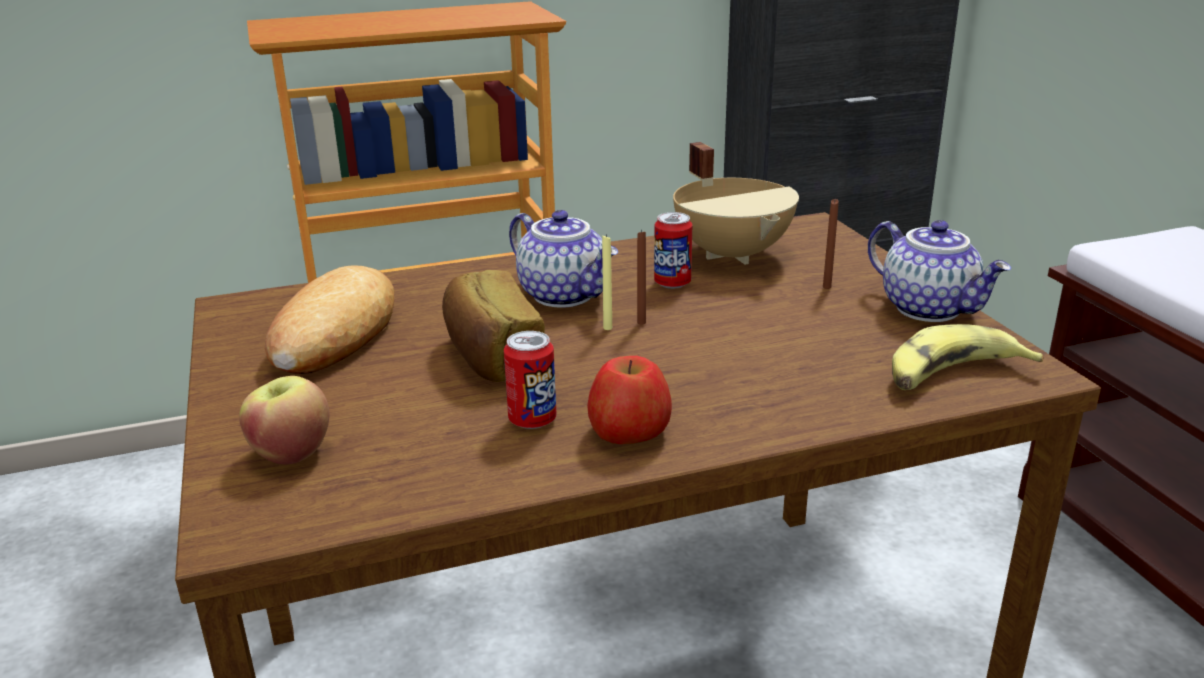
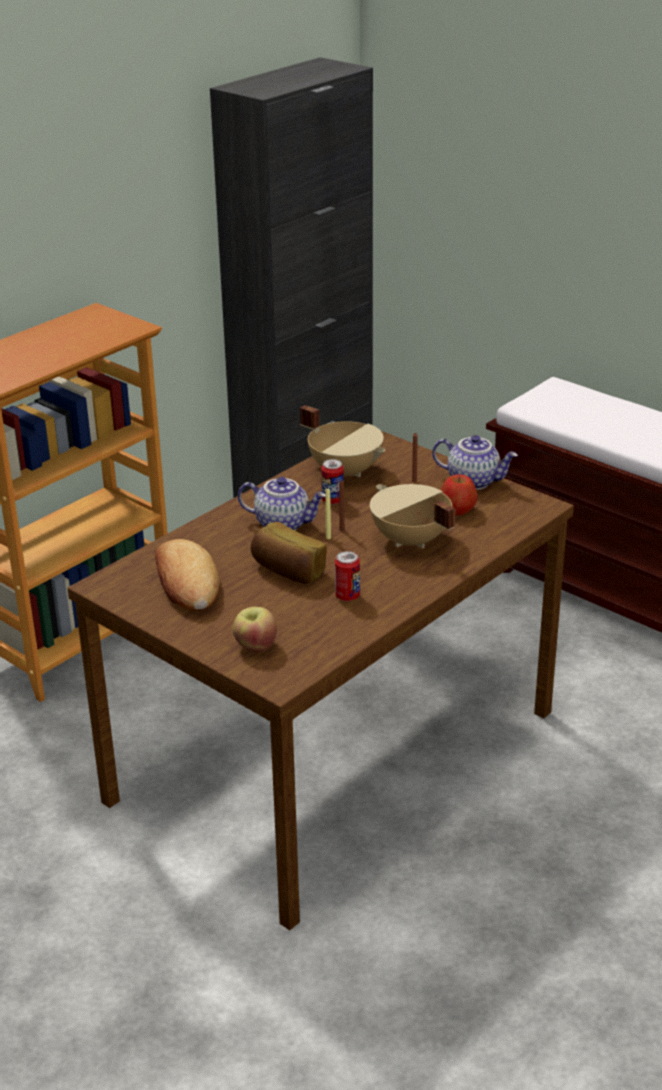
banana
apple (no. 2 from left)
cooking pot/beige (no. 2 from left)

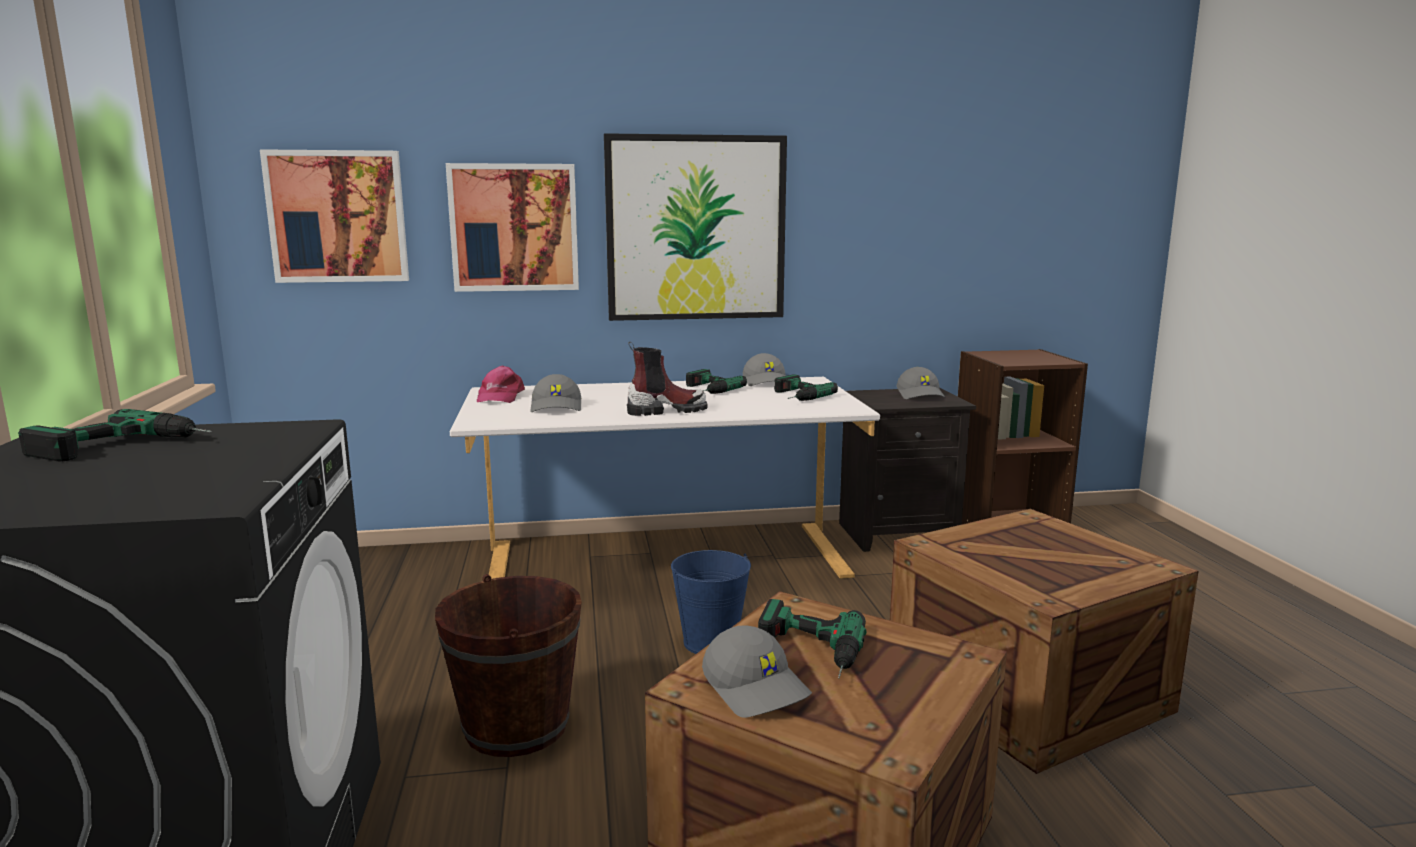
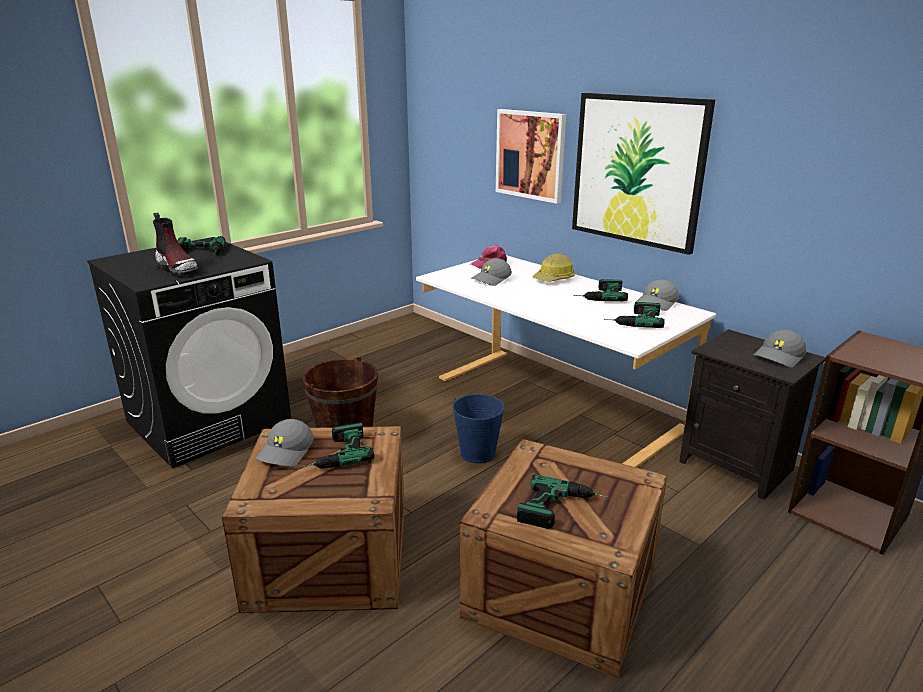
picture (no. 1 from left in the first image)
boot
hard hat
power drill (no. 3 from left)

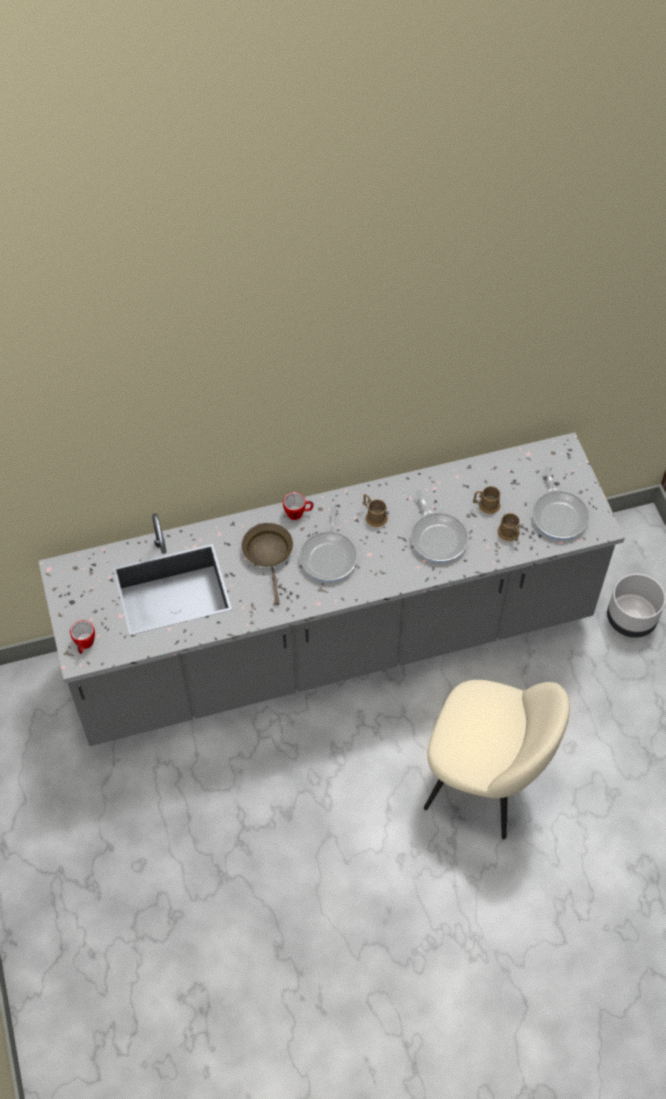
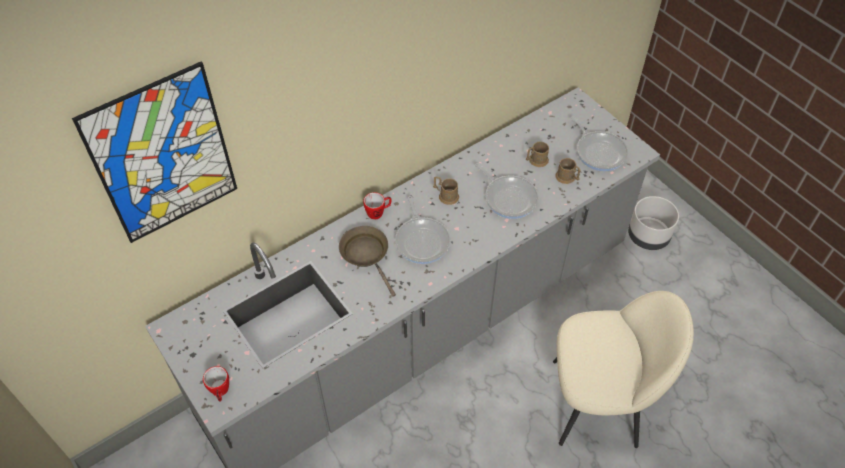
picture

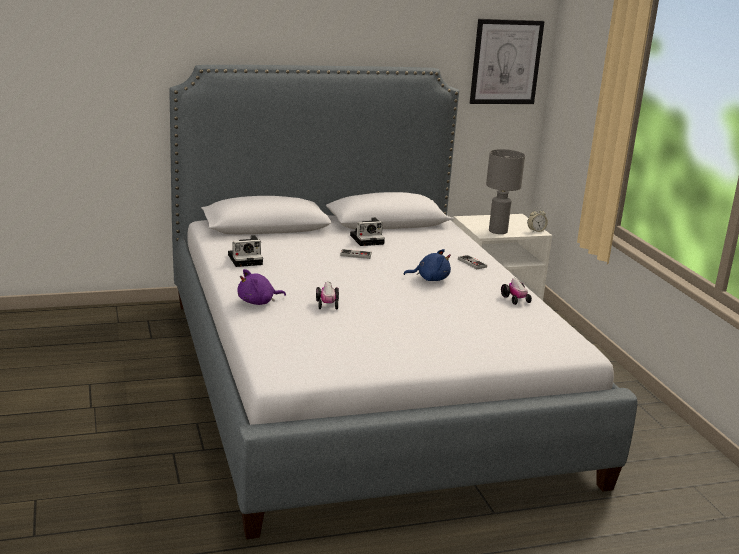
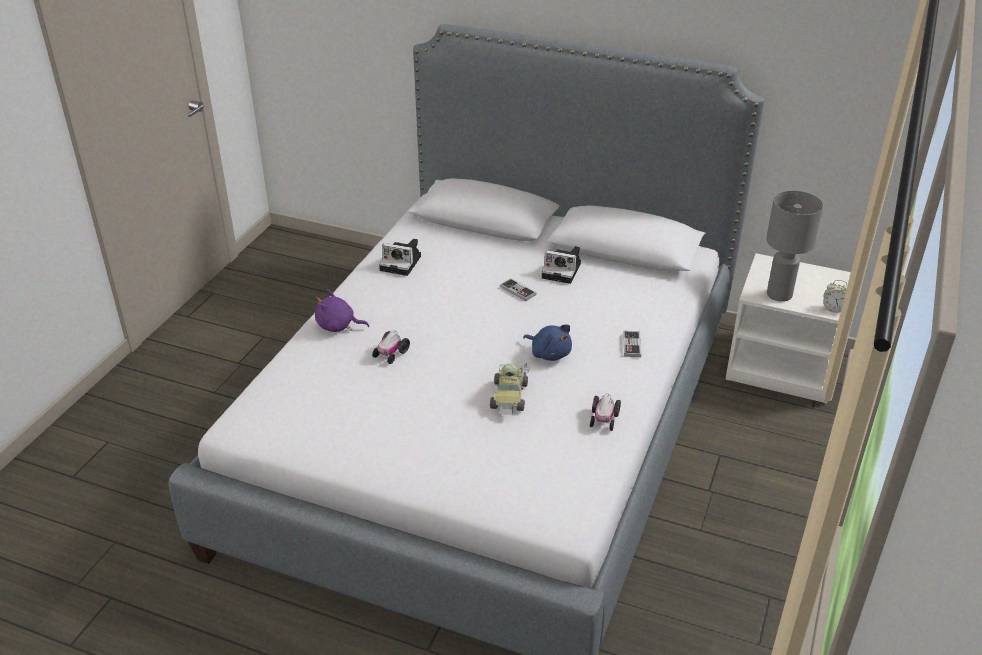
picture
toy car (no. 2 from left)

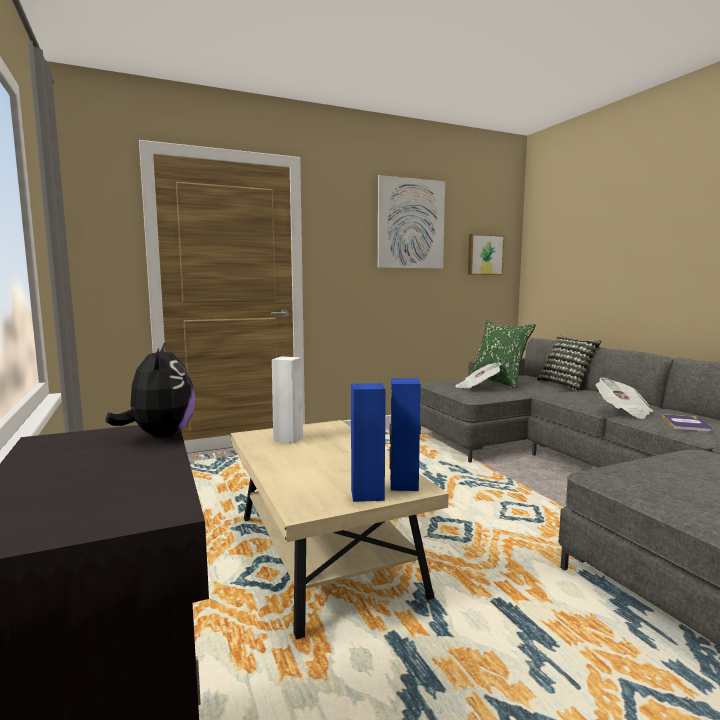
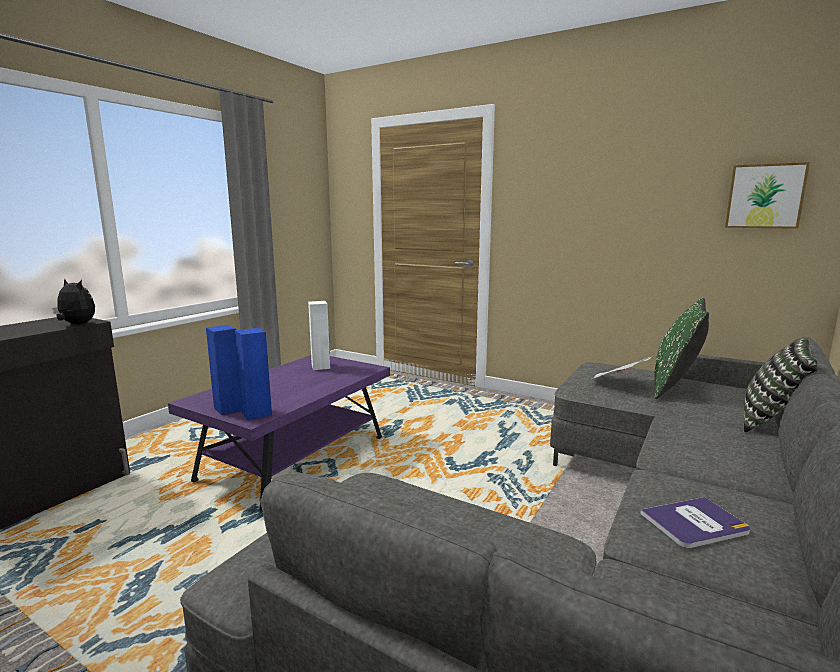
picture (no. 1 from left in the first image)
plush toy
newspaper (no. 2 from left in the first image)
coffee table/purple

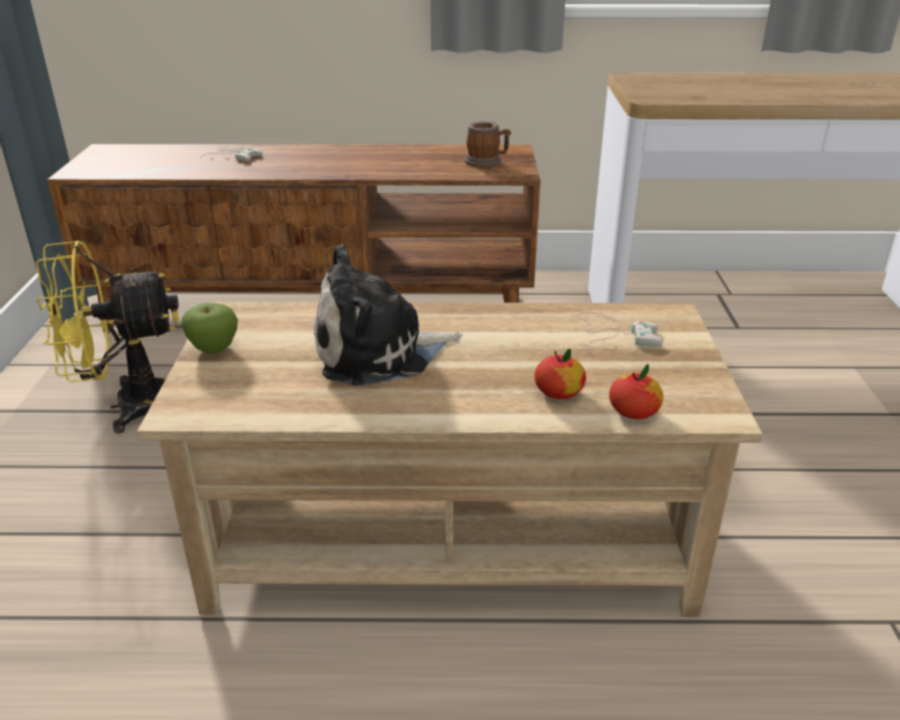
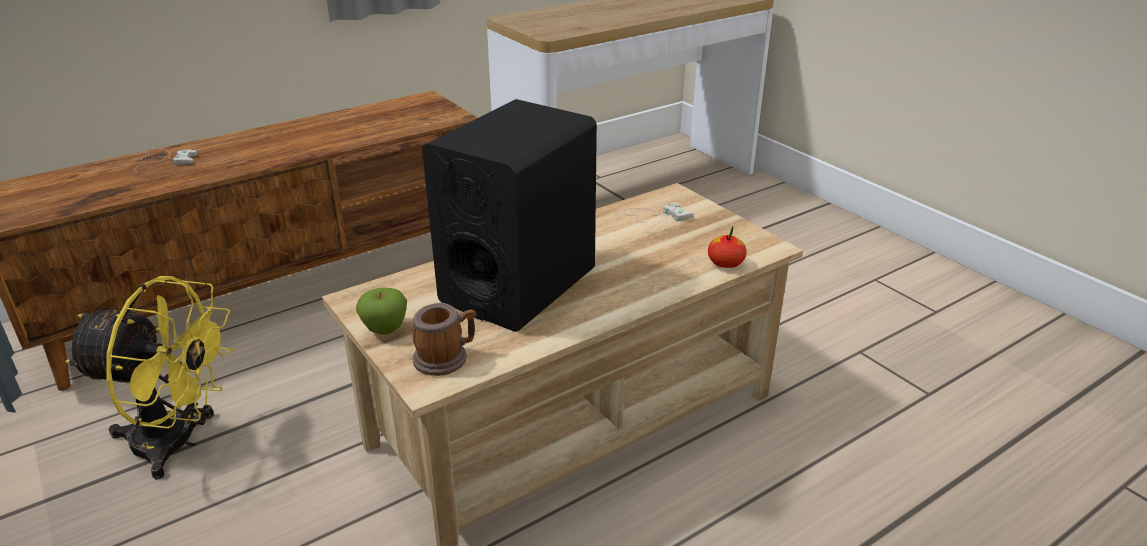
mug
fan/yellow
speaker/black
apple (no. 2 from left in the first image)

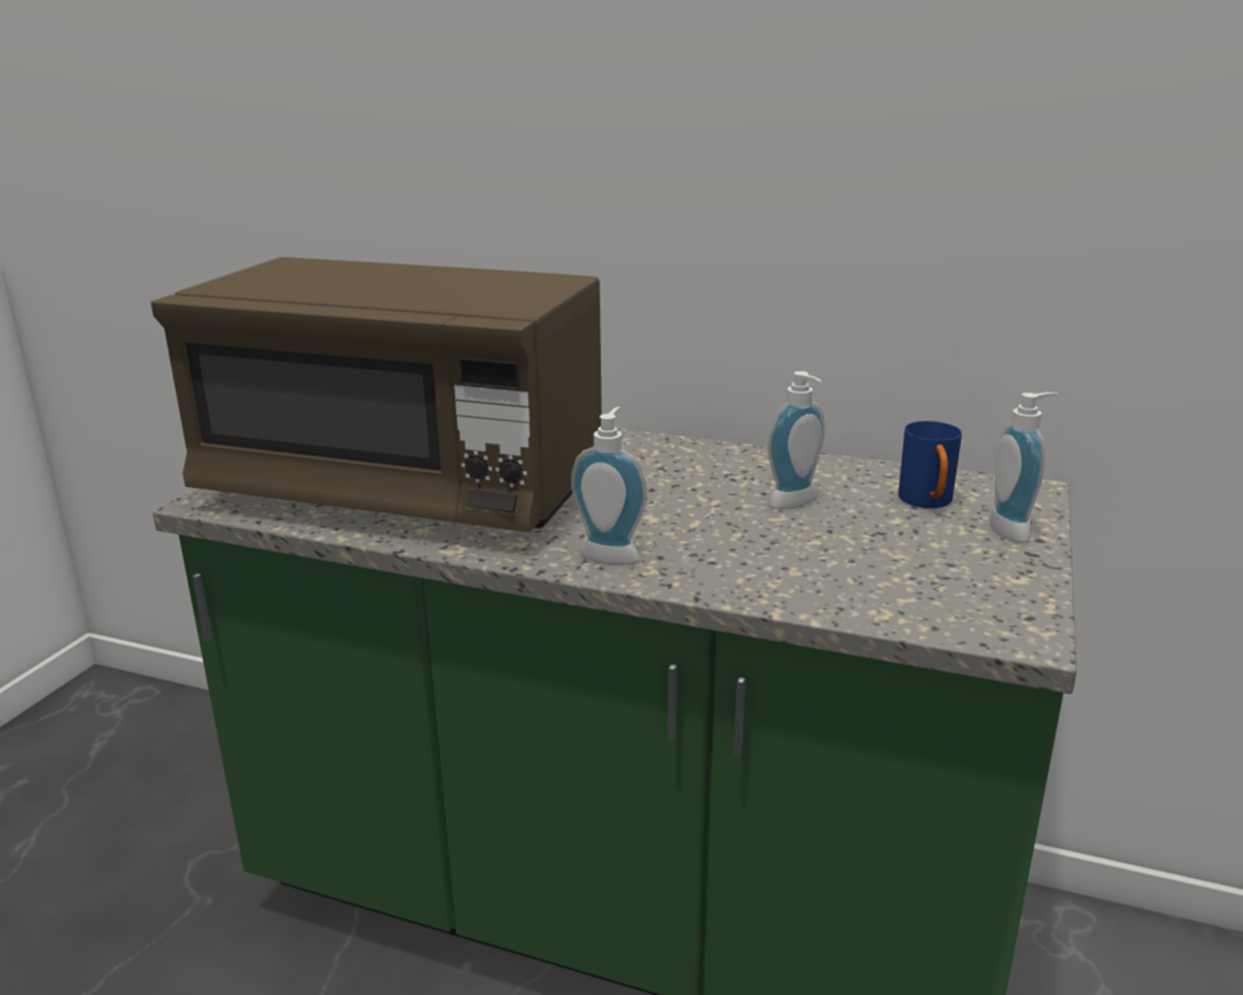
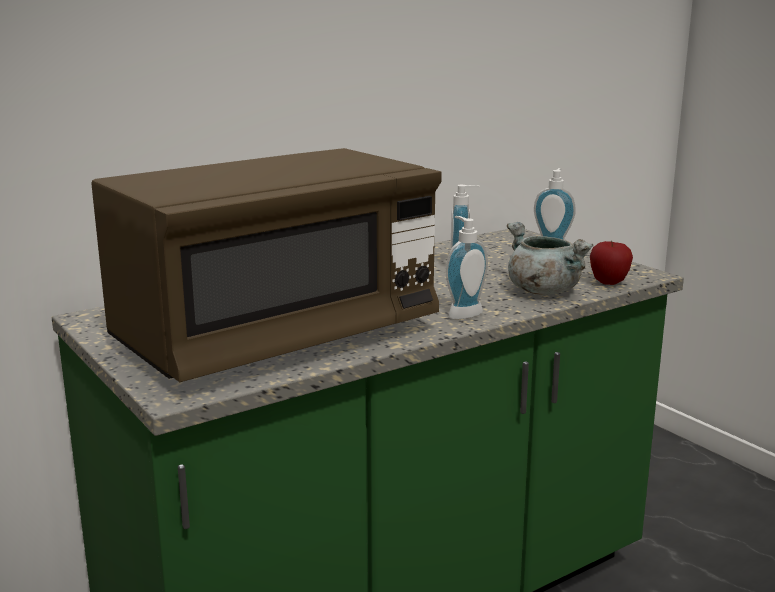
mug/blue
cooking pot/grey
apple

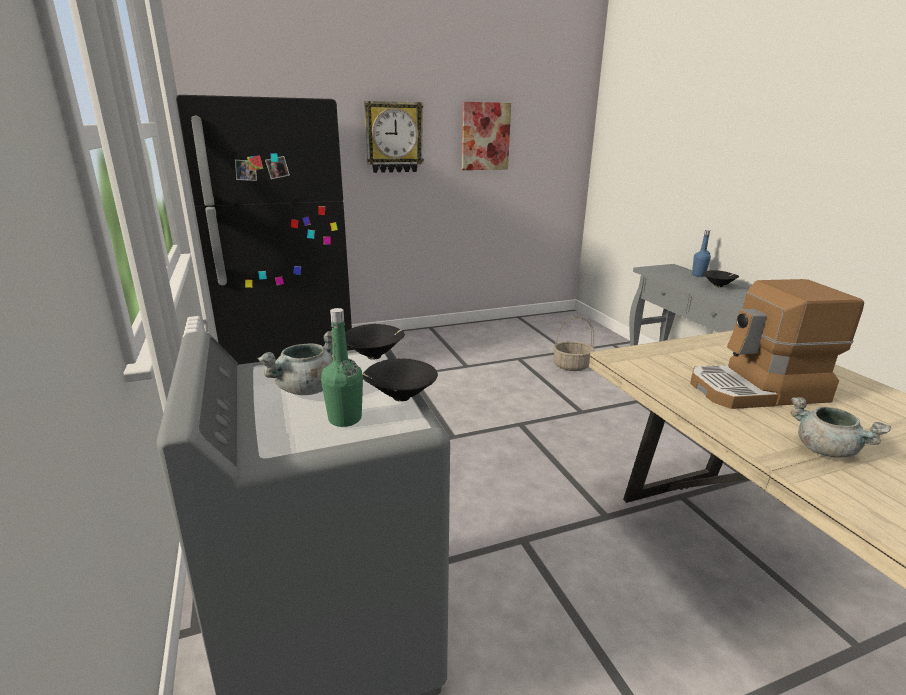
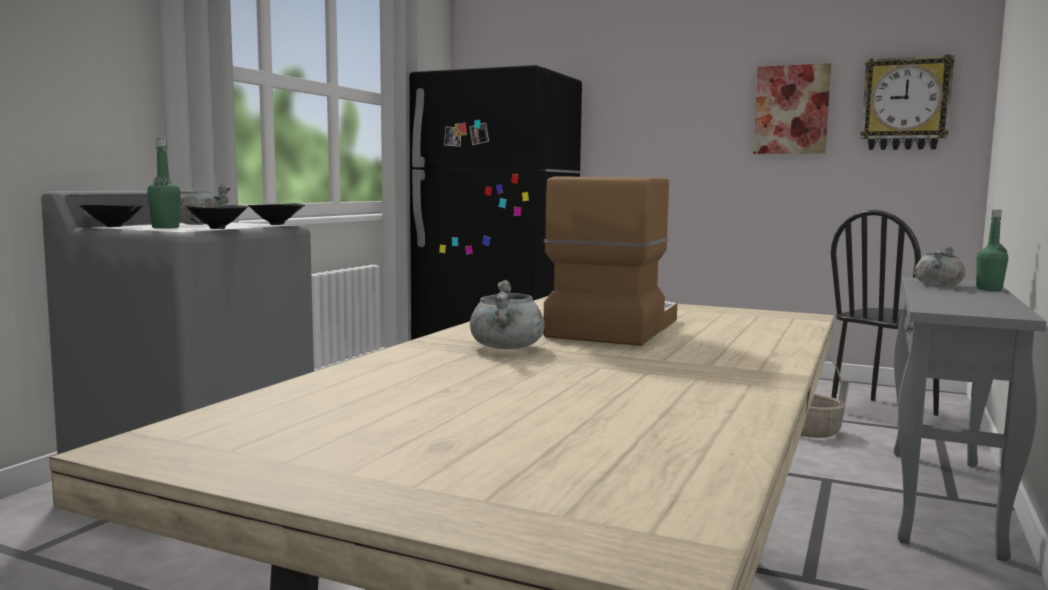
wall clock
bottle/green (no. 2 from left)
bowl/black (no. 1 from left)
coffee machine
chair/black
cooking pot/grey (no. 3 from left)

